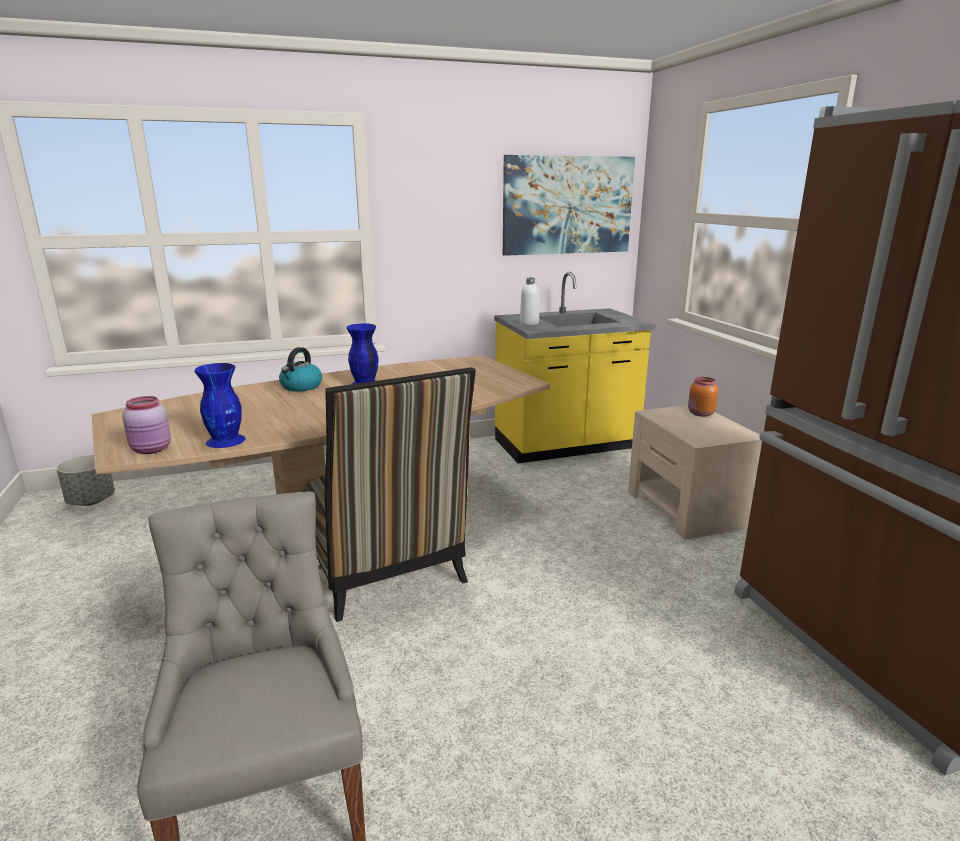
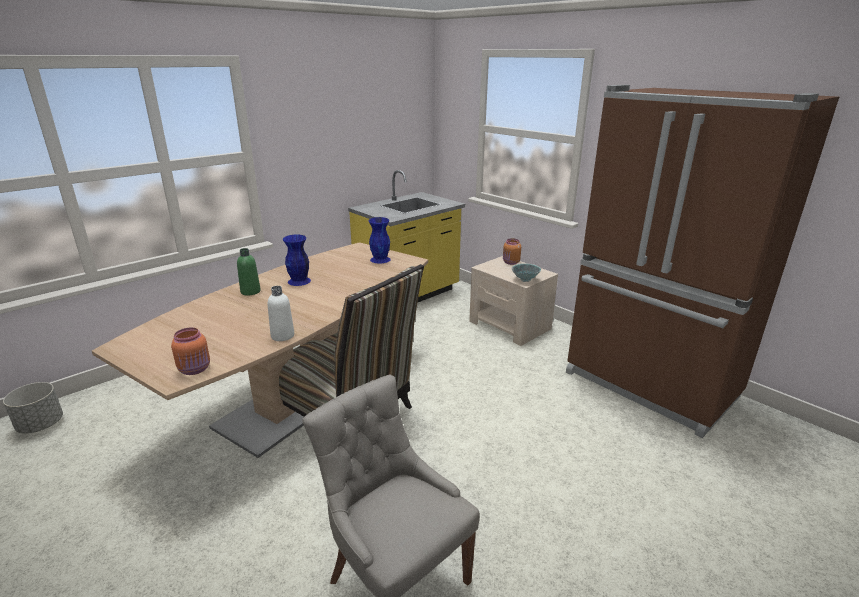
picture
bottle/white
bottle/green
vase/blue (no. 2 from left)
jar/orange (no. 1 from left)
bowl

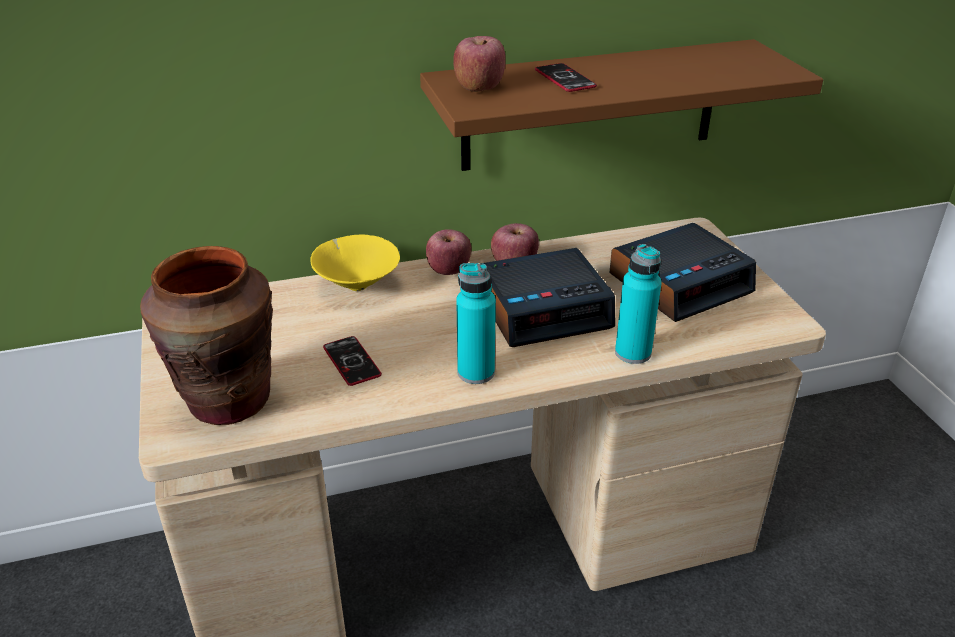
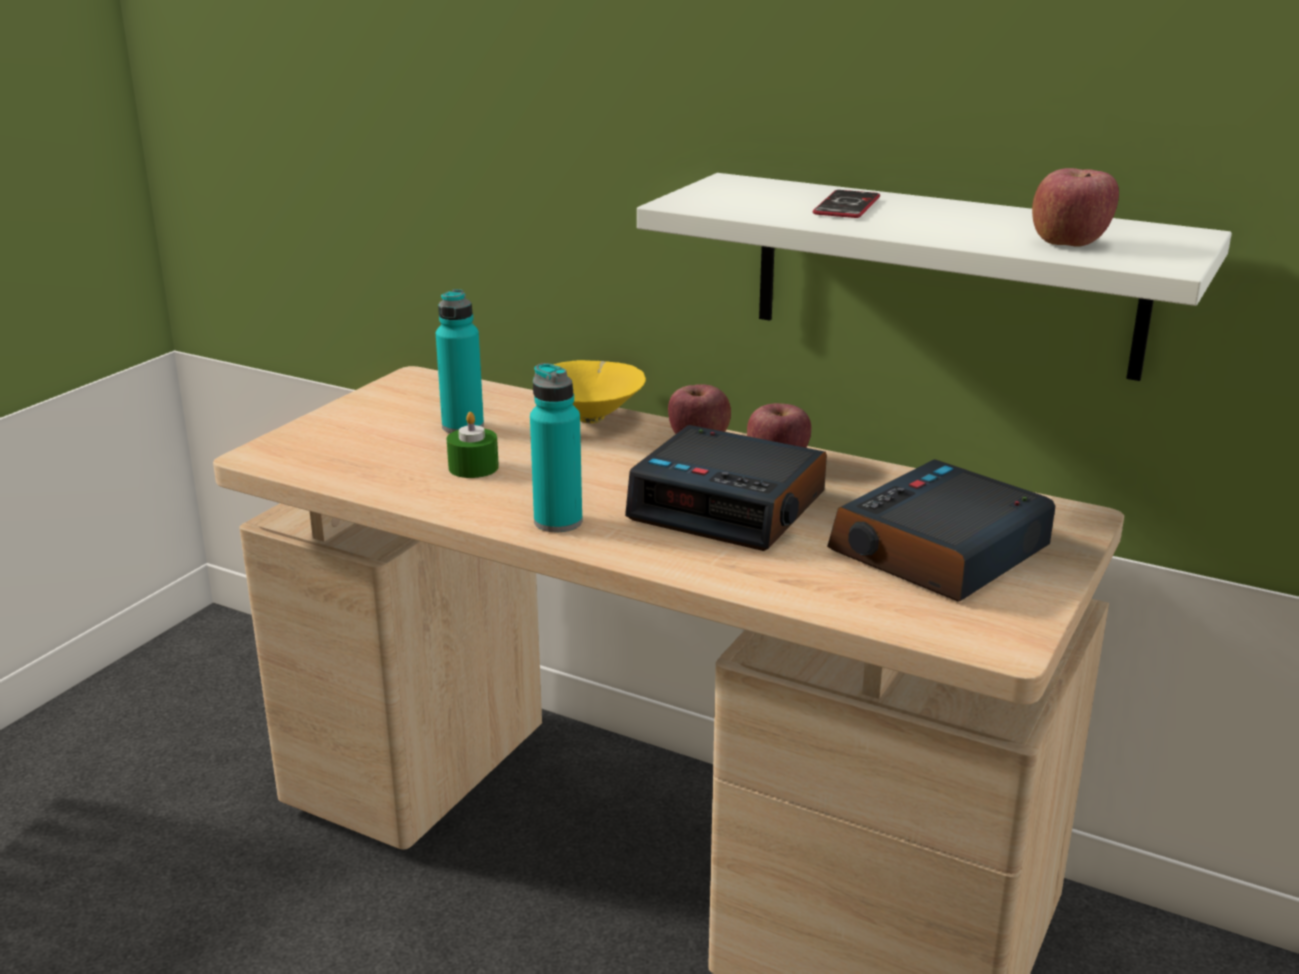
apple (no. 3 from left)
shelf/white
alarm clock (no. 2 from left)
bottle/turquoise (no. 1 from left)
vase/brown
candle/green

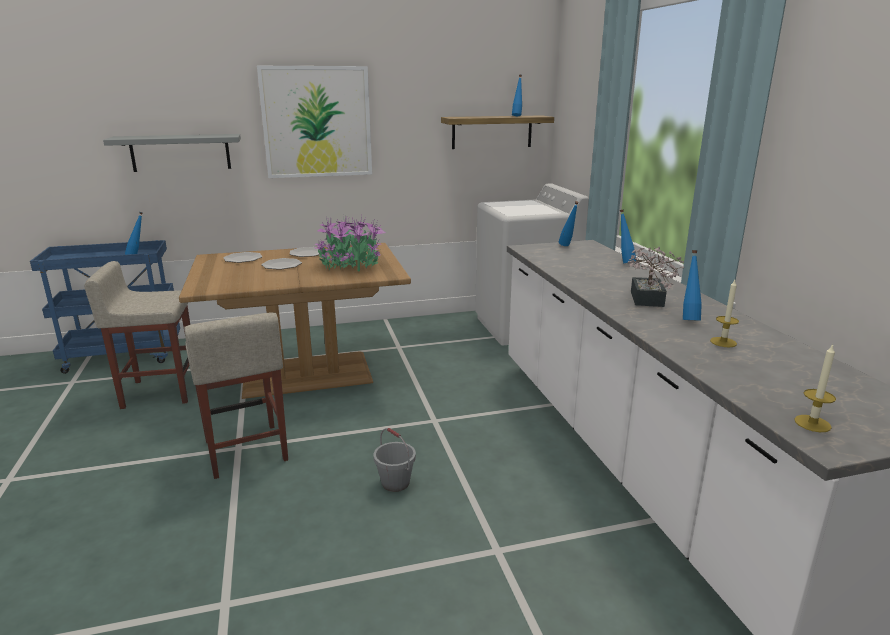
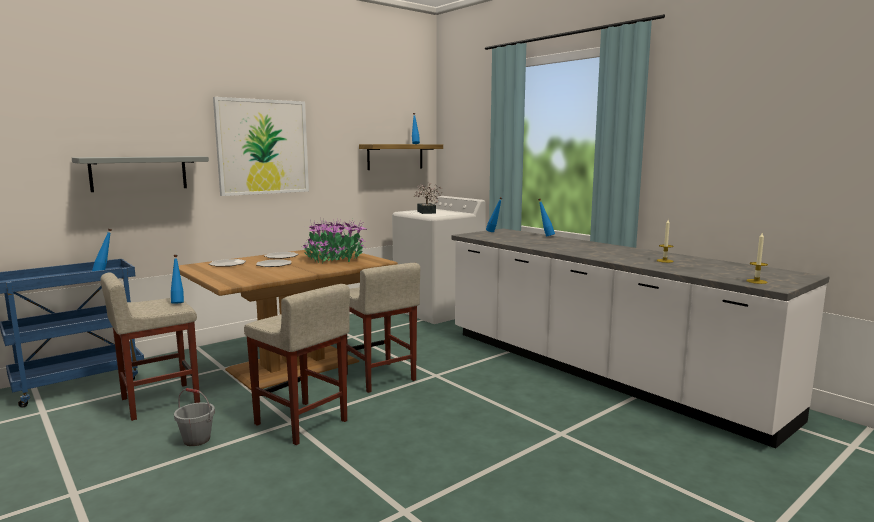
potted plant (no. 2 from left)
bottle/blue (no. 2 from left)
bucket/grey
stool/beige (no. 3 from left)

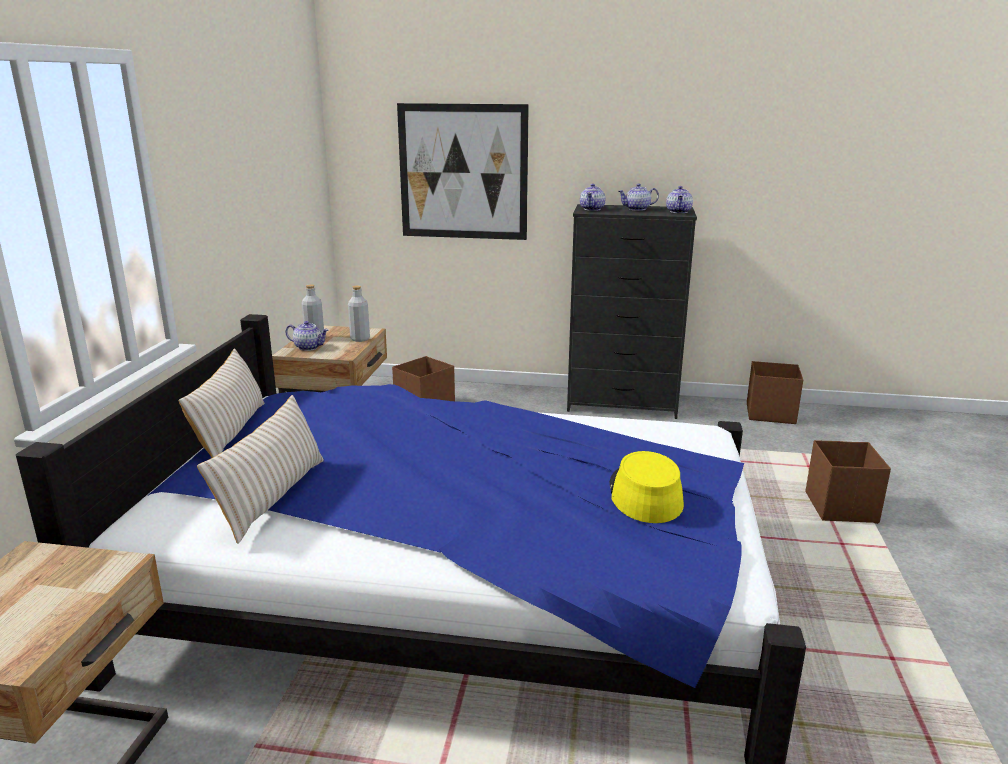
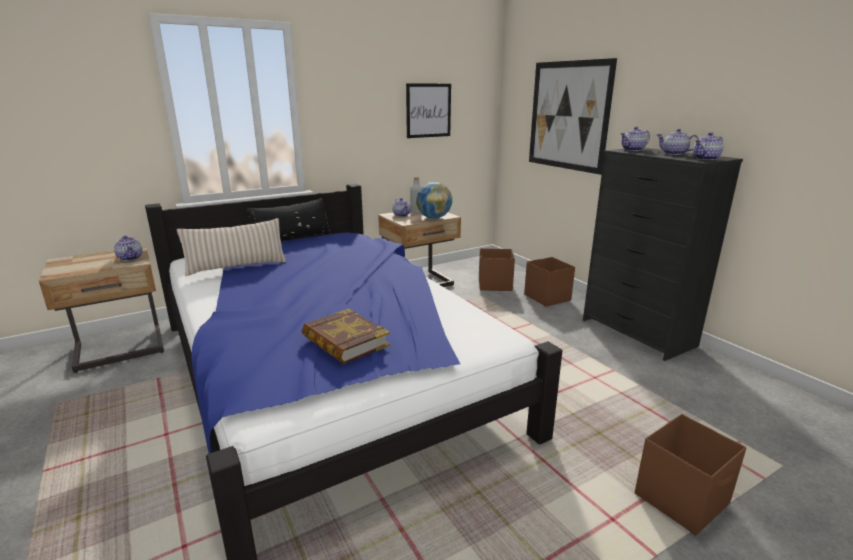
globe
pillow/black
storage box/brown (no. 2 from left)
book
picture (no. 1 from left)
teapot (no. 1 from left)

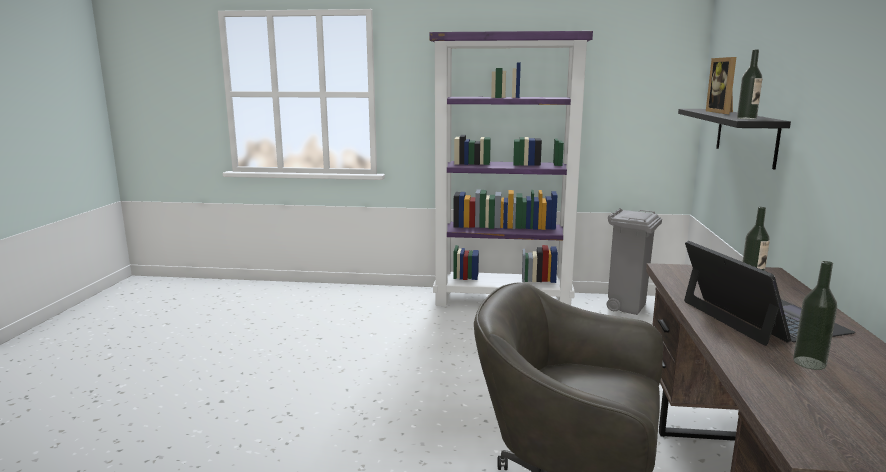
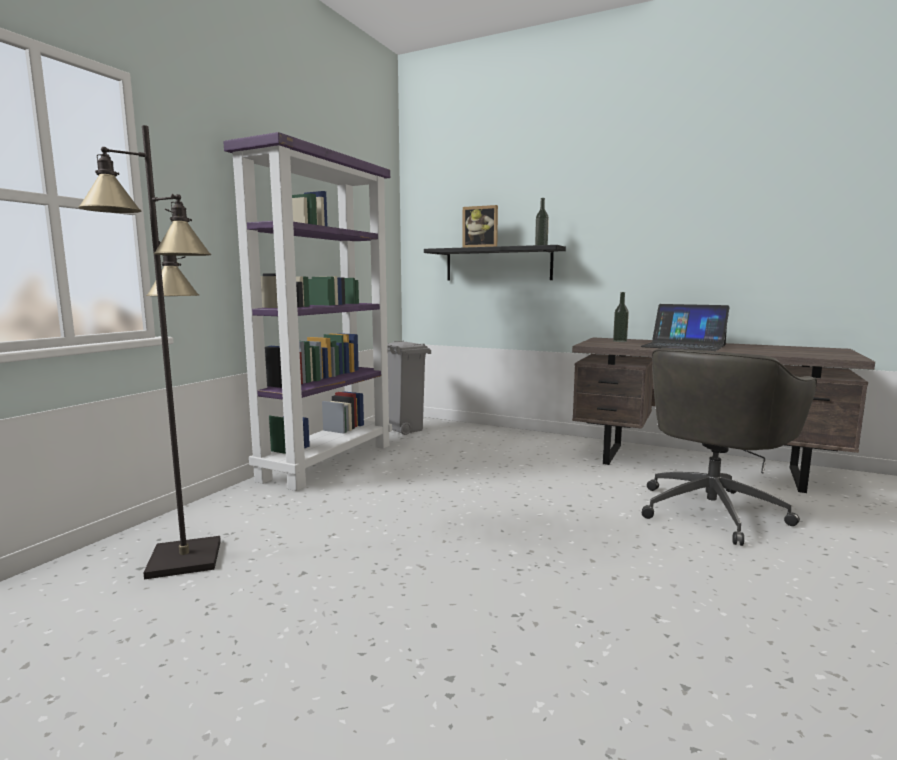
laptop
bottle (no. 3 from left in the first image)
floor lamp/black

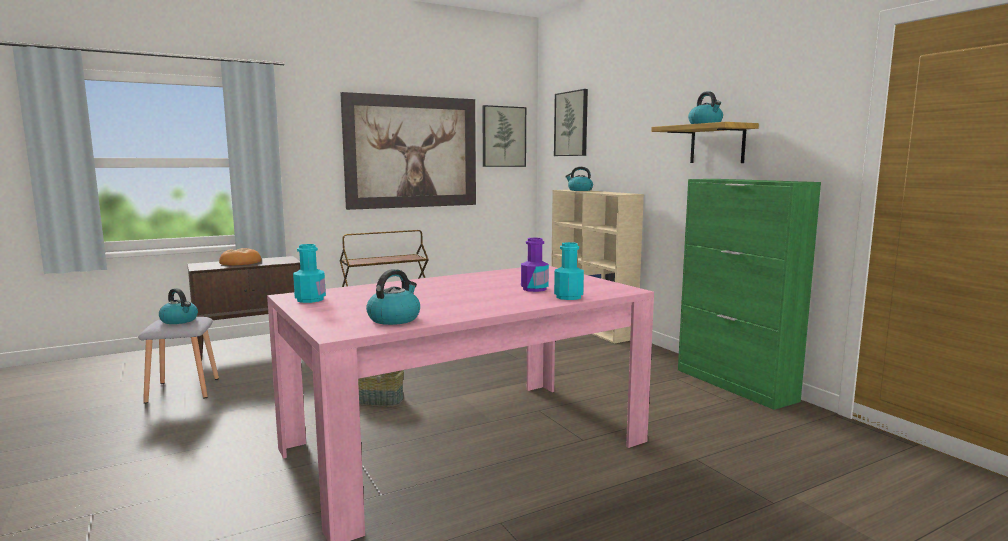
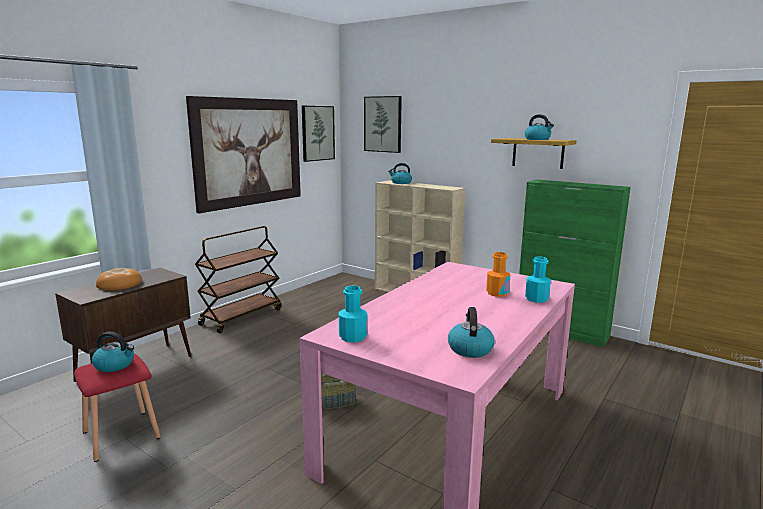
bottle/orange
stool/red

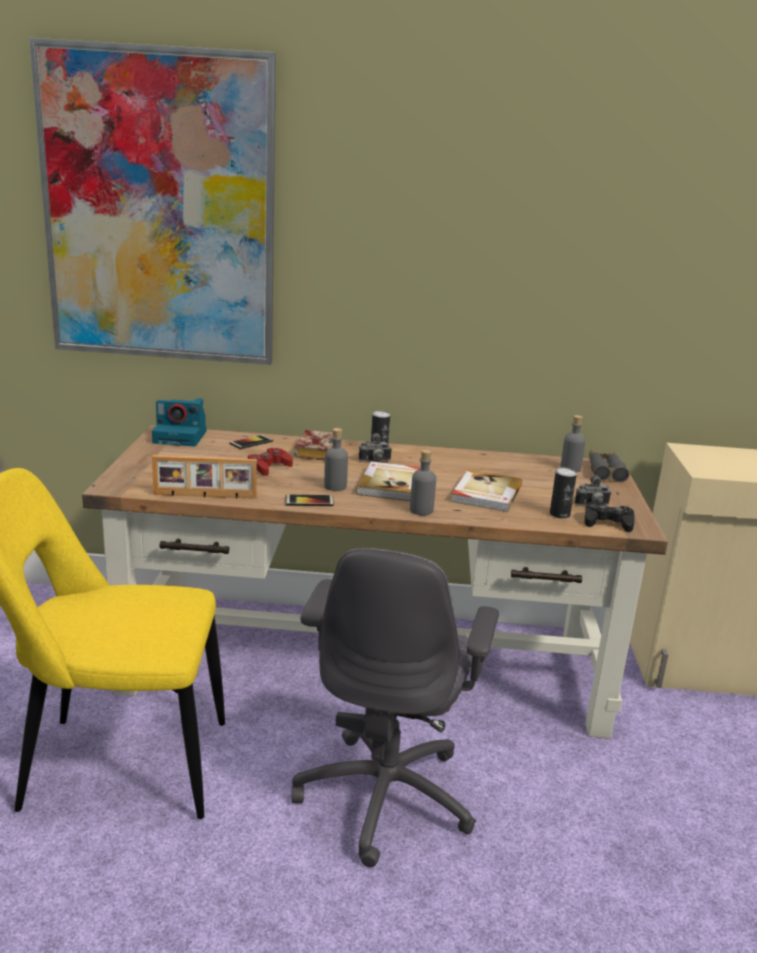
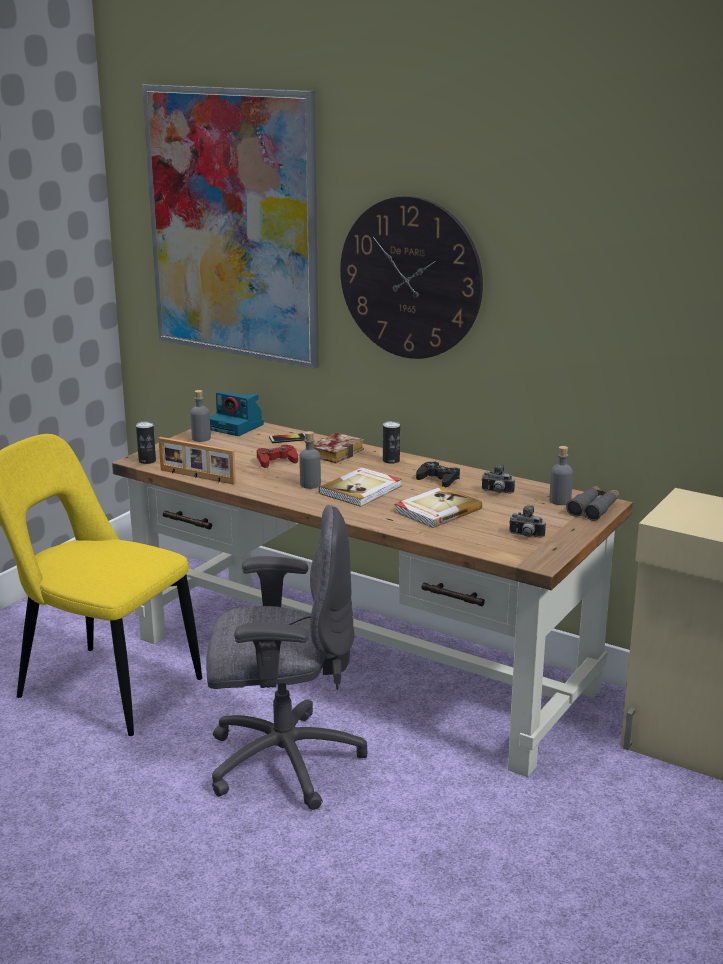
photo camera (no. 2 from left)
bottle/grey (no. 1 from left)
can (no. 1 from left)
phone (no. 2 from left in the first image)
game controller/black
office chair/grey
wall clock

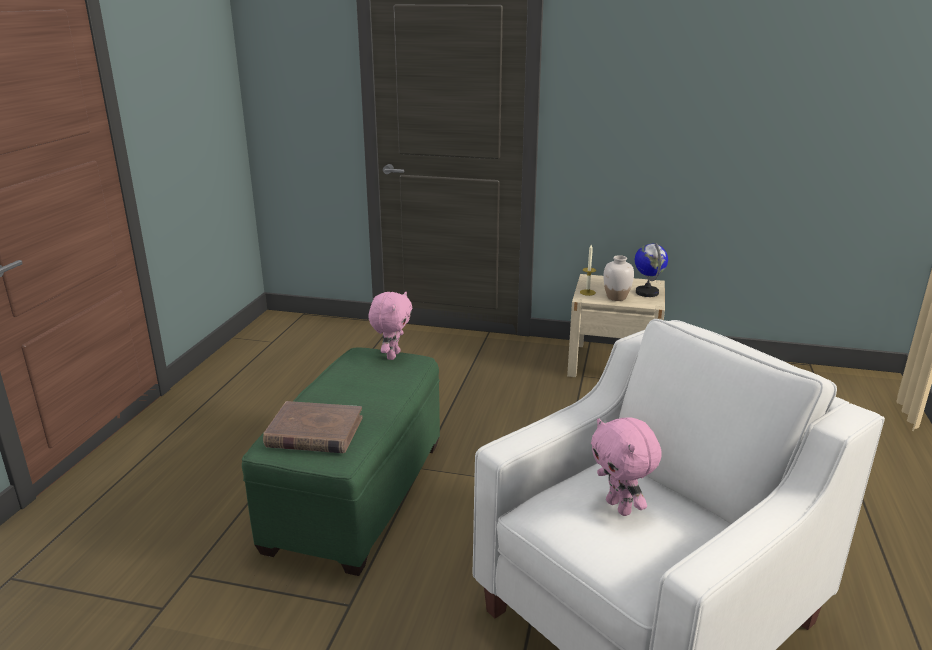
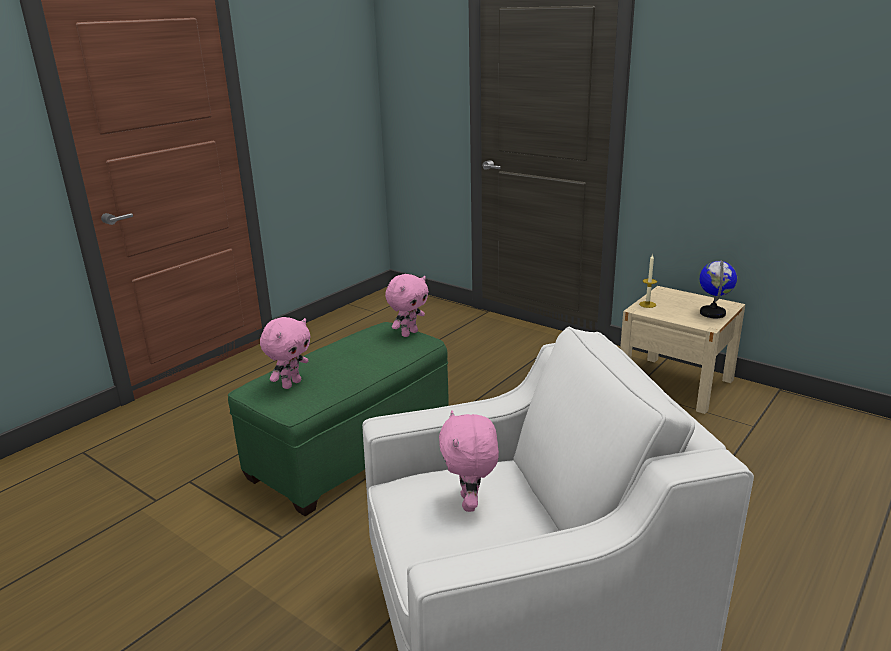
vase/white
plush toy/pink (no. 1 from left)

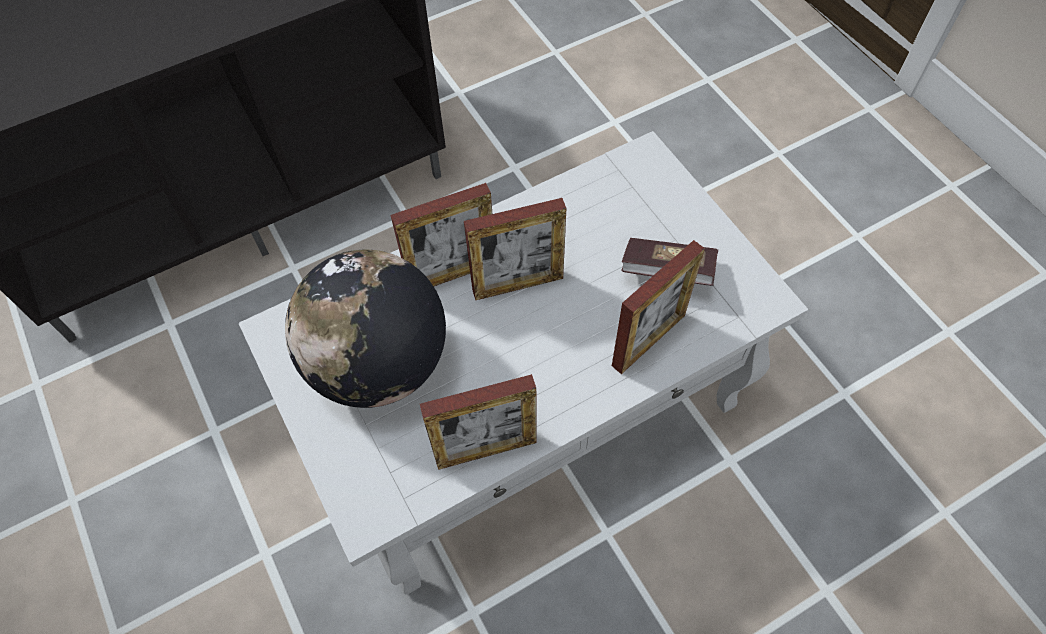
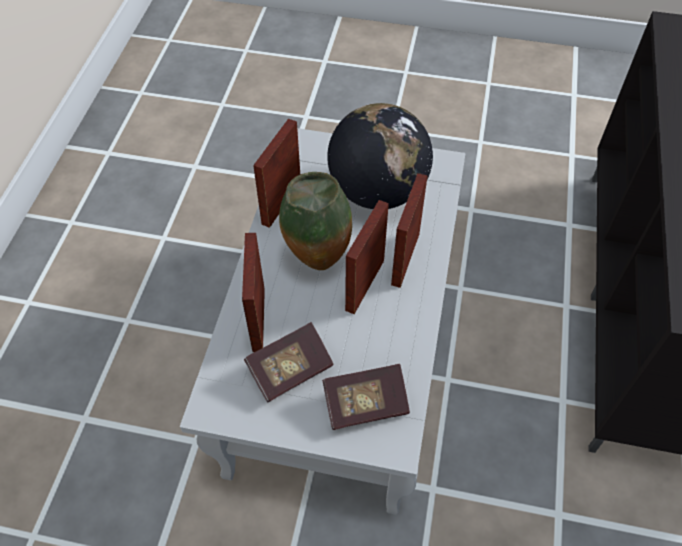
vase
book (no. 2 from left)

